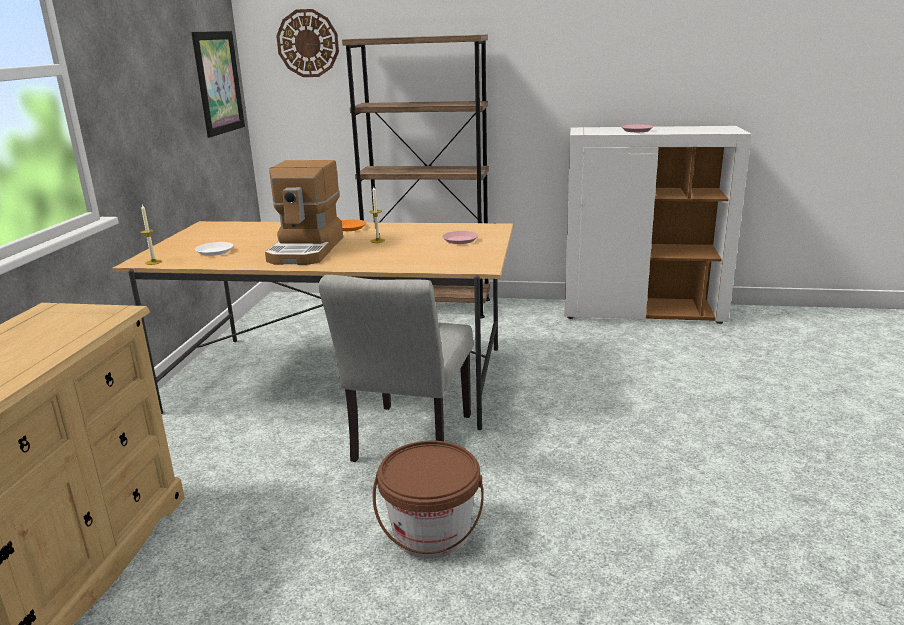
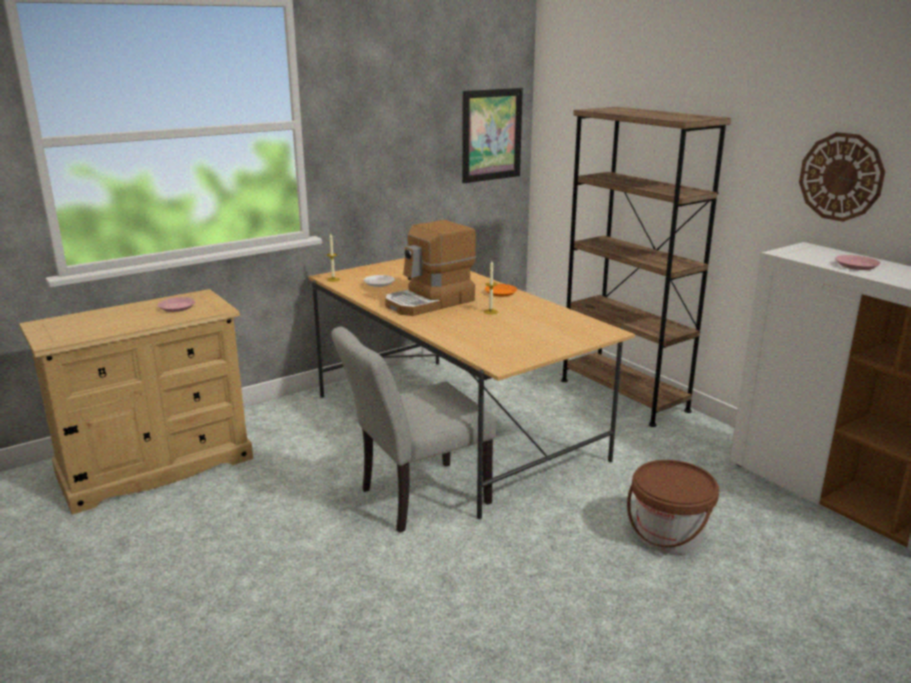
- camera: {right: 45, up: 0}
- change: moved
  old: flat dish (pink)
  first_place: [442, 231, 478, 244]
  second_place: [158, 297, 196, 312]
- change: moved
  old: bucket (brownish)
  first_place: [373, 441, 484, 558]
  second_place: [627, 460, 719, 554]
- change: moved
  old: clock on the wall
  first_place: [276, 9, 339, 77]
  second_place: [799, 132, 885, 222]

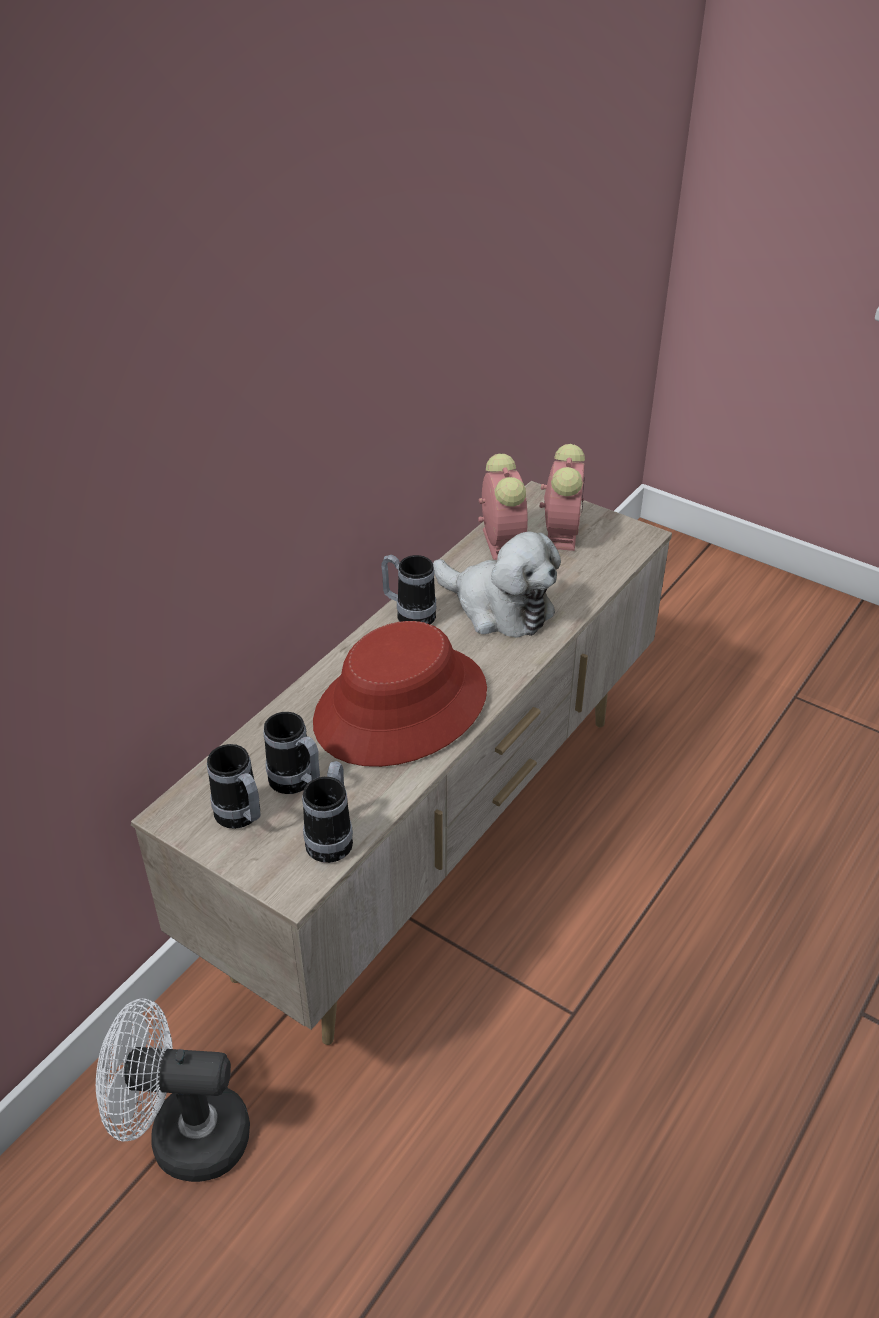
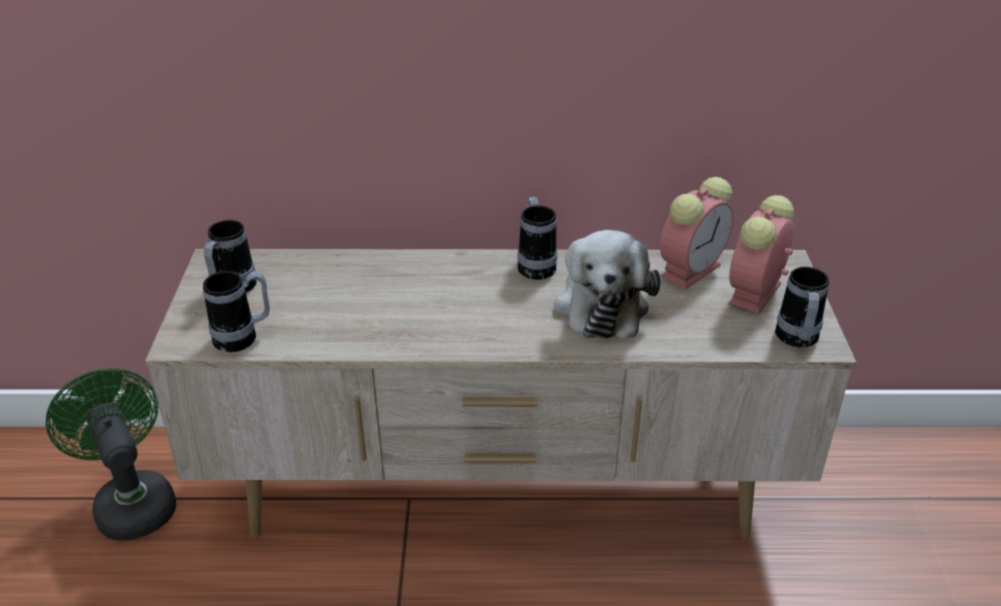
- camera: {right: 55, up: -5}
- change: recoloured
  old: electric fan (white)
  new: electric fan (greenish)
  first_place: [96, 998, 250, 1182]
  second_place: [46, 368, 176, 541]
- change: turned
  old: alarm clock
  first_place: [540, 444, 585, 551]
  second_place: [729, 195, 794, 314]
  degrees: 150
- change: moved
  old: coffee mug
  first_place: [264, 712, 320, 794]
  second_place: [775, 267, 829, 347]
- change: removed
  old: clothing hat (red)
  first_place: [313, 621, 487, 767]

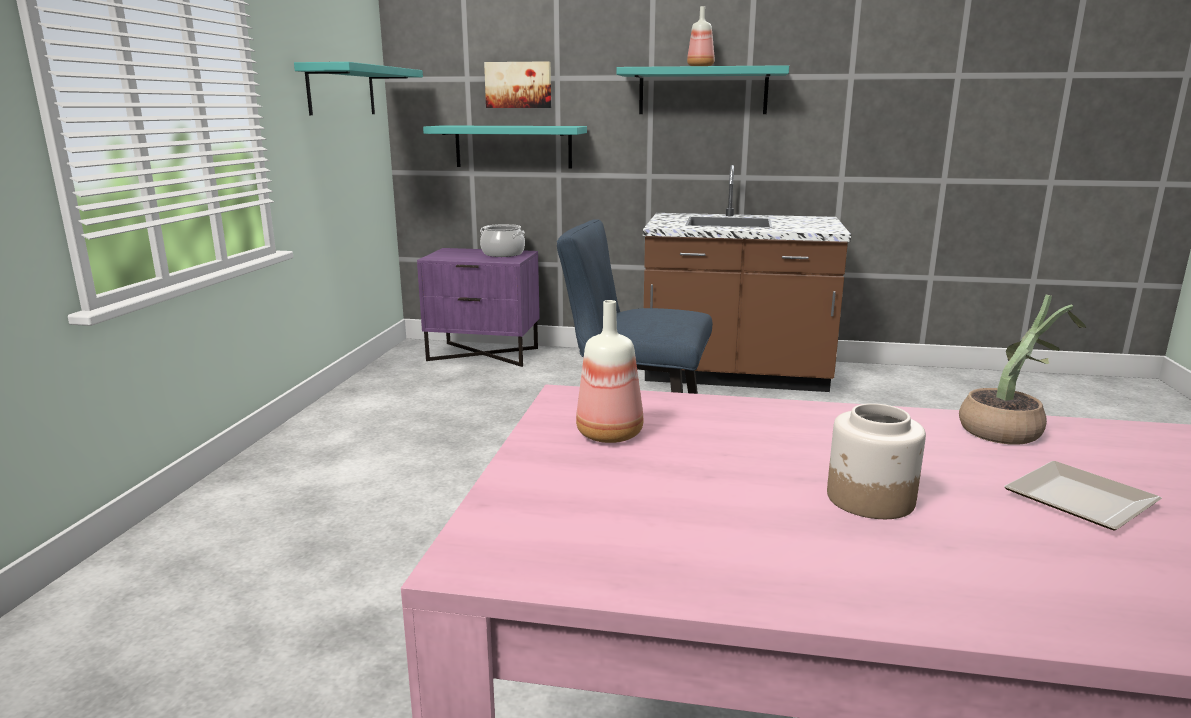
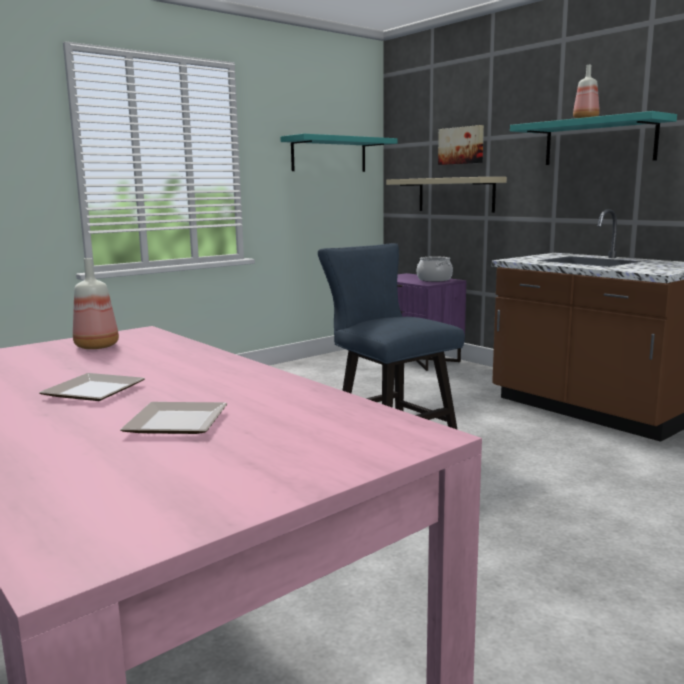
- camera: {right: 40, up: -5}
- change: replaced
  old: storage jar
  new: flat dish
  first_place: [827, 403, 926, 519]
  second_place: [39, 373, 145, 401]
- change: recoloured
  old: shelf (blue-green)
  new: shelf (beige)
  first_place: [423, 125, 587, 169]
  second_place: [386, 177, 507, 213]
- change: removed
  old: plant in a pot
  first_place: [959, 295, 1086, 445]

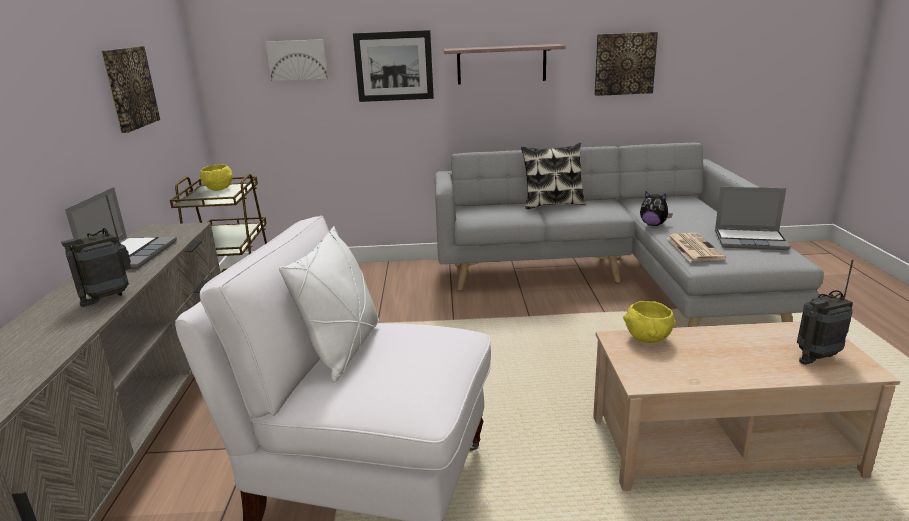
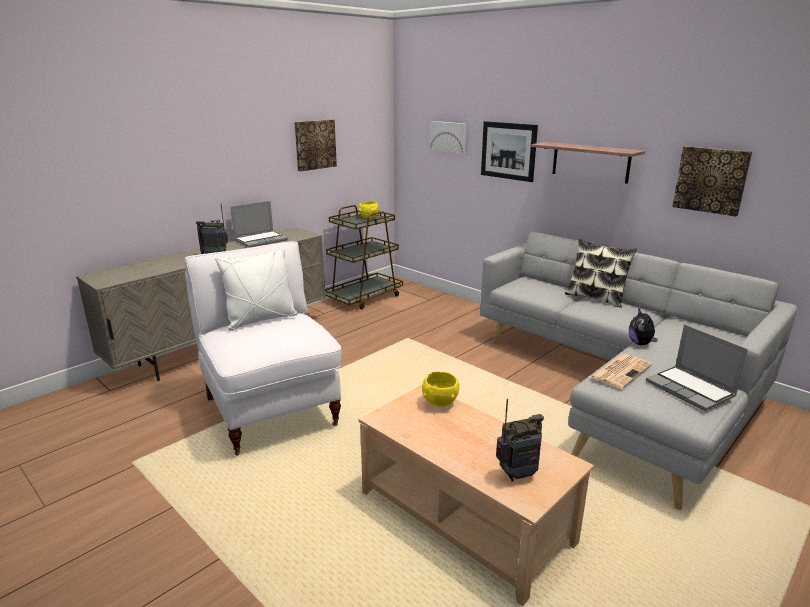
- camera: {right: 45, up: 0}
- change: turned
  old: radio
  first_place: [797, 260, 853, 365]
  second_place: [496, 399, 544, 482]
  degrees: 135

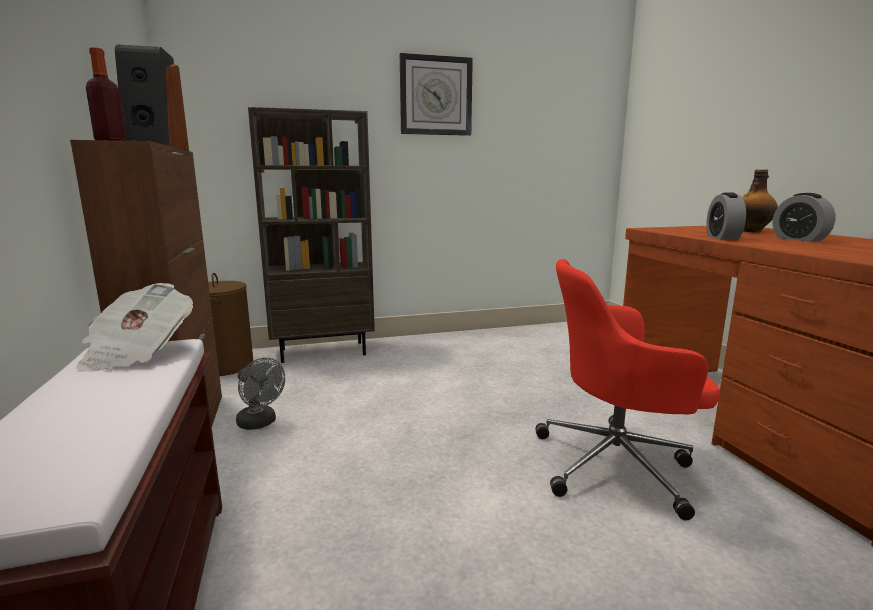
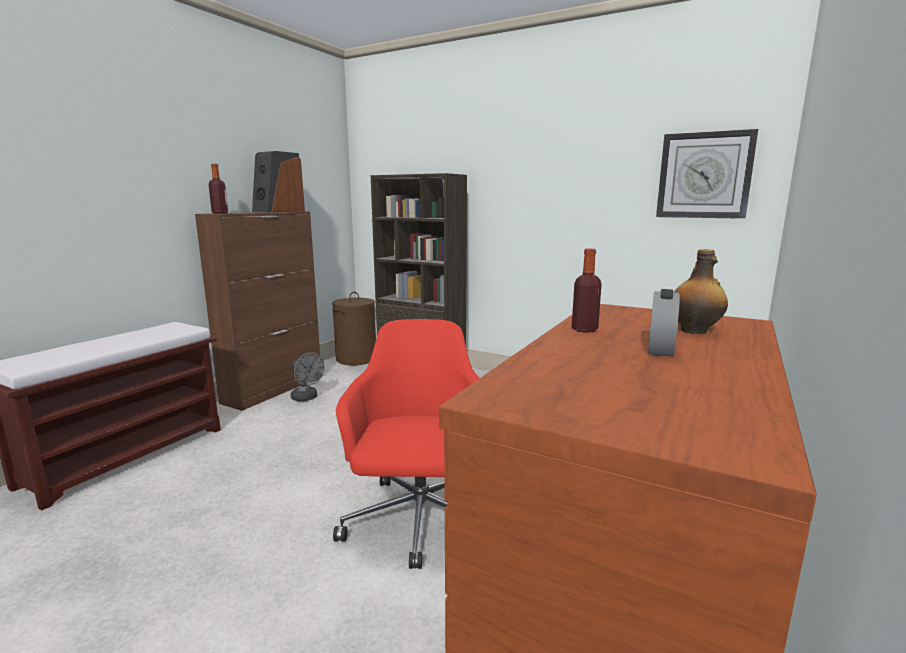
- camera: {right: 45, up: 0}
- change: turned
  old: electric fan (greyish)
  first_place: [236, 358, 285, 430]
  second_place: [291, 352, 324, 402]
  degrees: -45
- change: turned
  old: computer chair (red)
  first_place: [535, 259, 720, 521]
  second_place: [333, 319, 480, 569]
  degrees: 45
- change: replaced
  old: alarm clock
  new: drink bottle
  first_place: [706, 192, 746, 240]
  second_place: [572, 249, 602, 333]
- change: moved
  old: clock on the wall
  first_place: [400, 53, 473, 136]
  second_place: [656, 129, 758, 219]
- change: removed
  old: newspaper
  first_place: [76, 283, 193, 372]

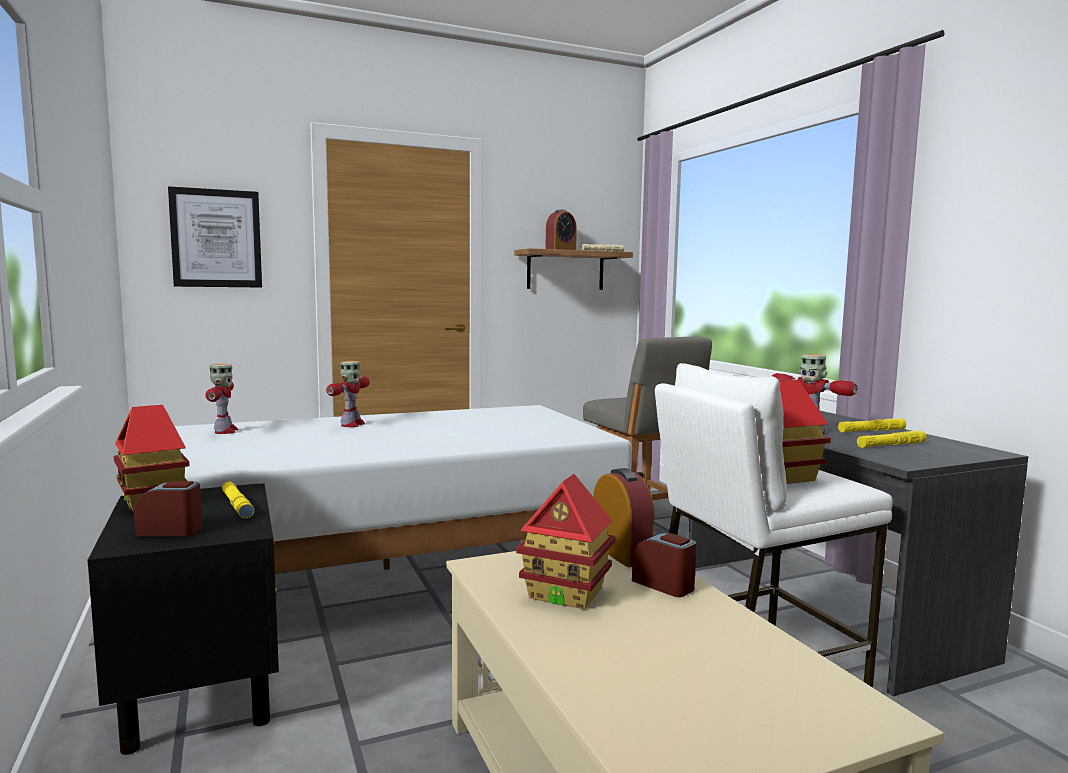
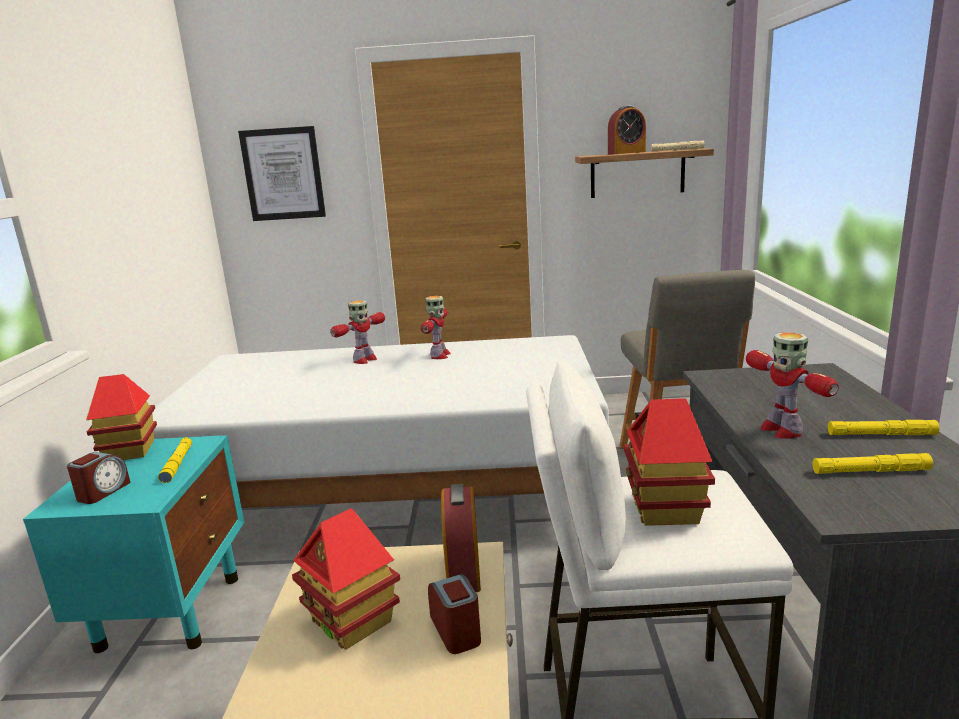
- camera: {right: 25, up: 10}
- change: recoloured
  old: bedside table (blackish)
  new: bedside table (blue-green)
  first_place: [87, 483, 279, 755]
  second_place: [23, 435, 244, 653]
- change: turned
  old: alarm clock
  first_place: [134, 481, 202, 536]
  second_place: [67, 452, 130, 504]
  degrees: 90
- change: moved
  old: model robot
  first_place: [205, 364, 238, 434]
  second_place: [421, 296, 451, 359]

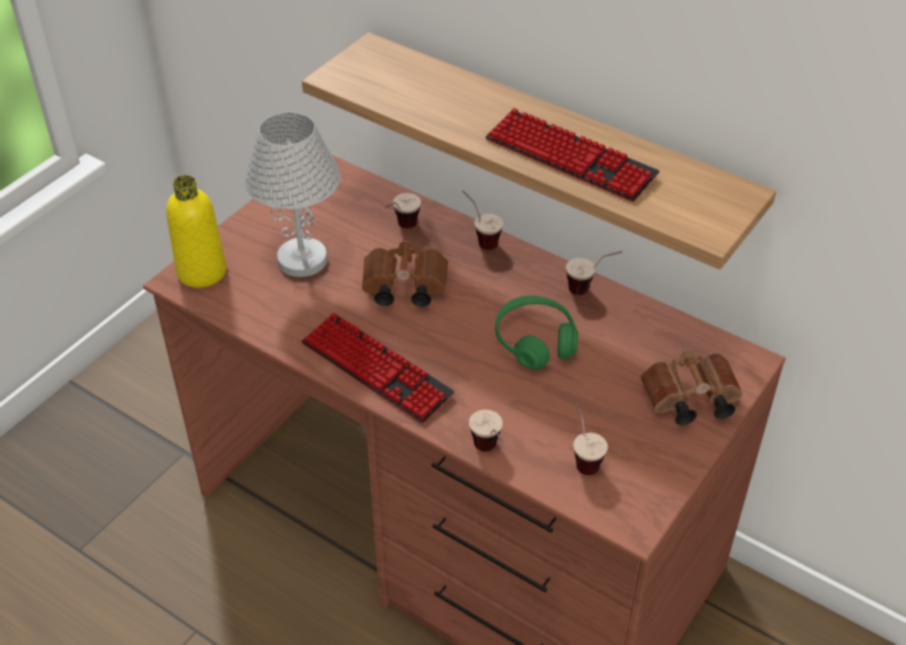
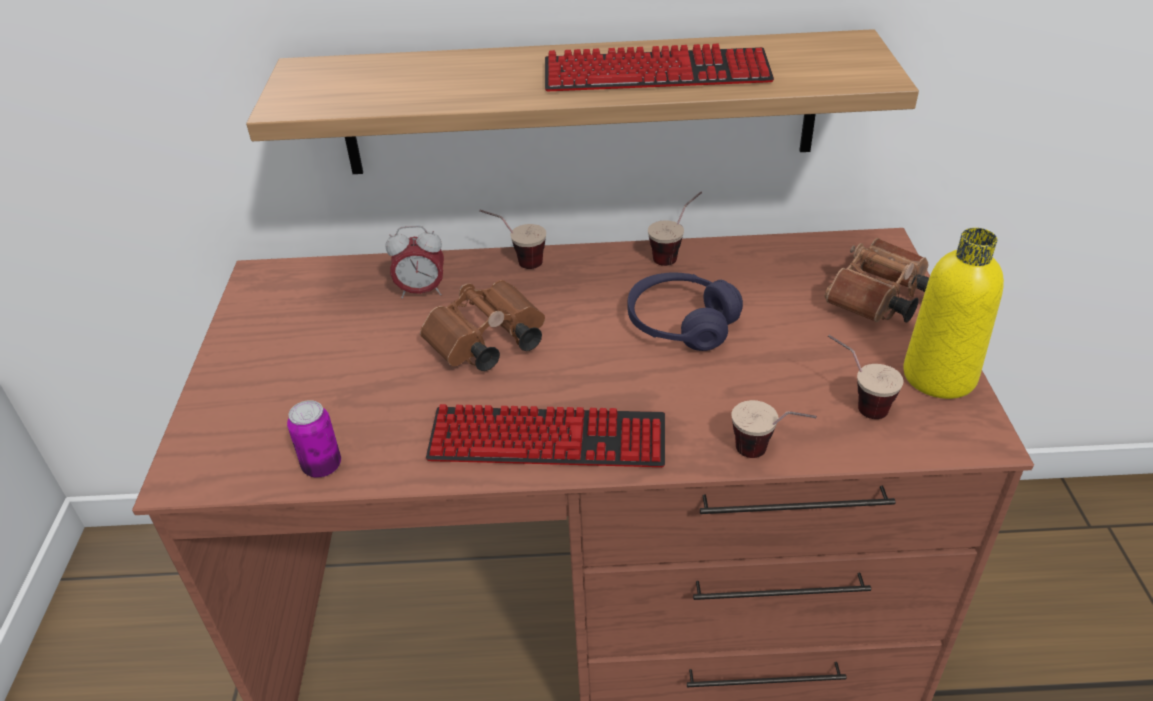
- camera: {right: -35, up: -5}
- change: added
  new: sealed can
  second_place: [287, 400, 341, 478]
- change: replaced
  old: cup
  new: alarm clock
  first_place: [385, 193, 421, 229]
  second_place: [386, 225, 444, 299]
- change: recoloured
  old: headphones (greenish)
  new: headphones (purple-coloured)
  first_place: [495, 296, 578, 370]
  second_place: [628, 273, 743, 351]
- change: moved
  old: drink bottle (yellow-coloured)
  first_place: [166, 175, 226, 288]
  second_place: [903, 228, 1004, 399]
- change: removed
  old: lamp for a table (white)
  first_place: [245, 112, 341, 277]

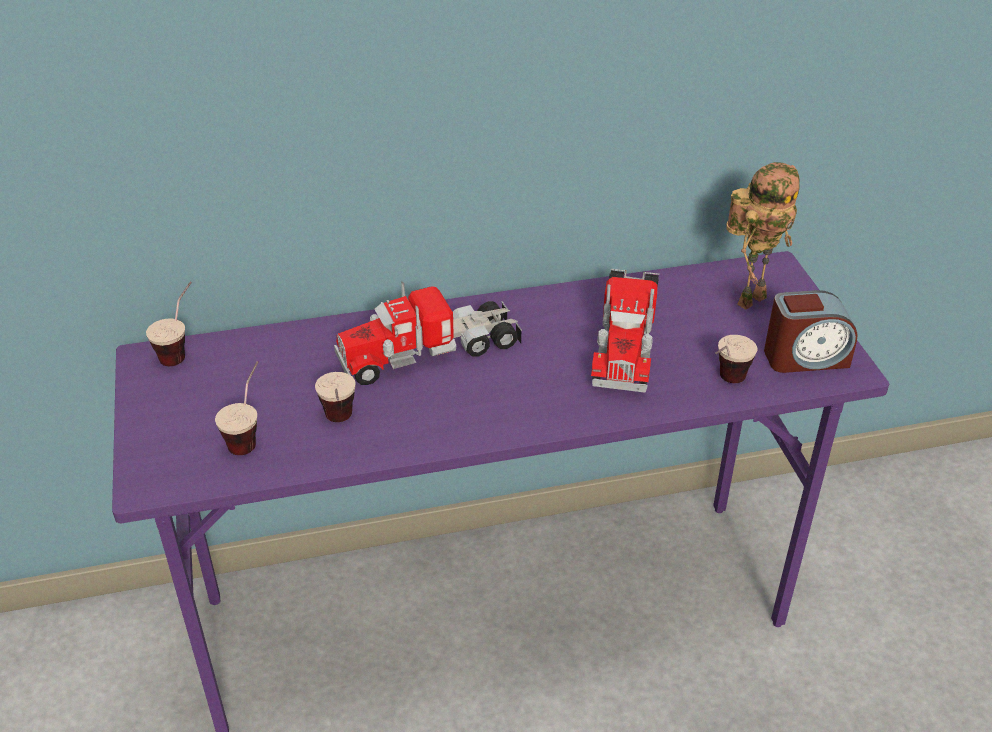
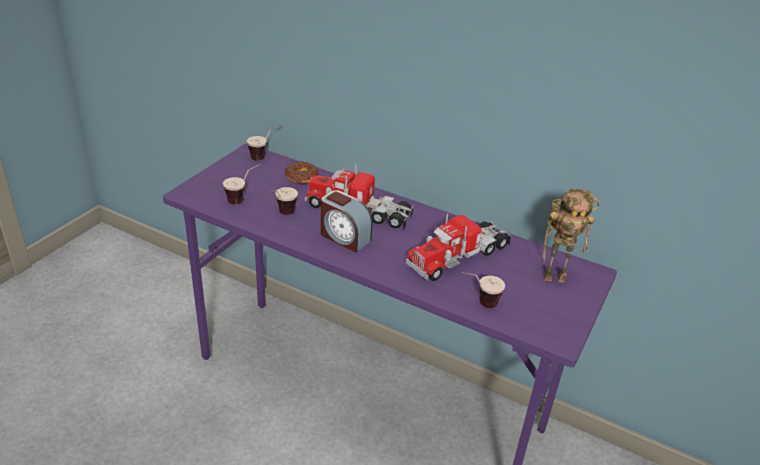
- camera: {right: 40, up: -5}
- change: added
  new: donut
  second_place: [285, 161, 319, 183]
- change: moved
  old: alarm clock
  first_place: [764, 290, 858, 373]
  second_place: [321, 190, 373, 252]

